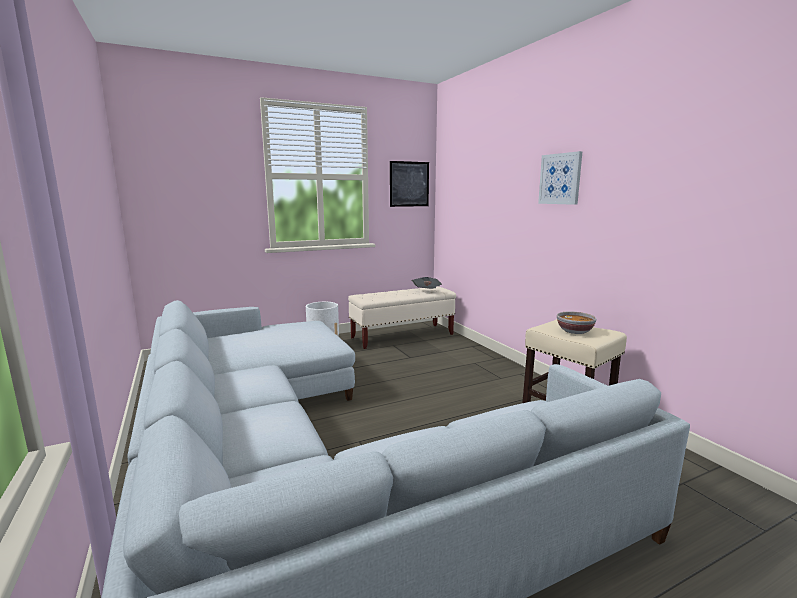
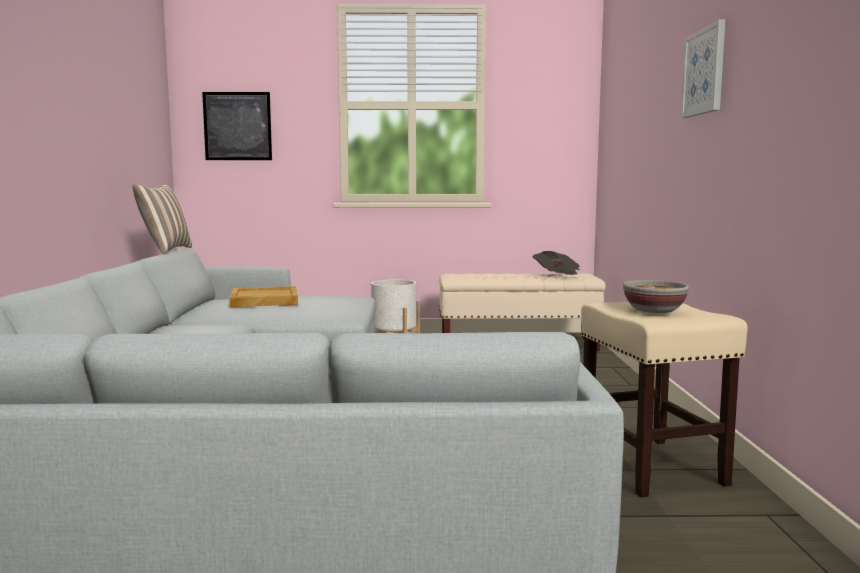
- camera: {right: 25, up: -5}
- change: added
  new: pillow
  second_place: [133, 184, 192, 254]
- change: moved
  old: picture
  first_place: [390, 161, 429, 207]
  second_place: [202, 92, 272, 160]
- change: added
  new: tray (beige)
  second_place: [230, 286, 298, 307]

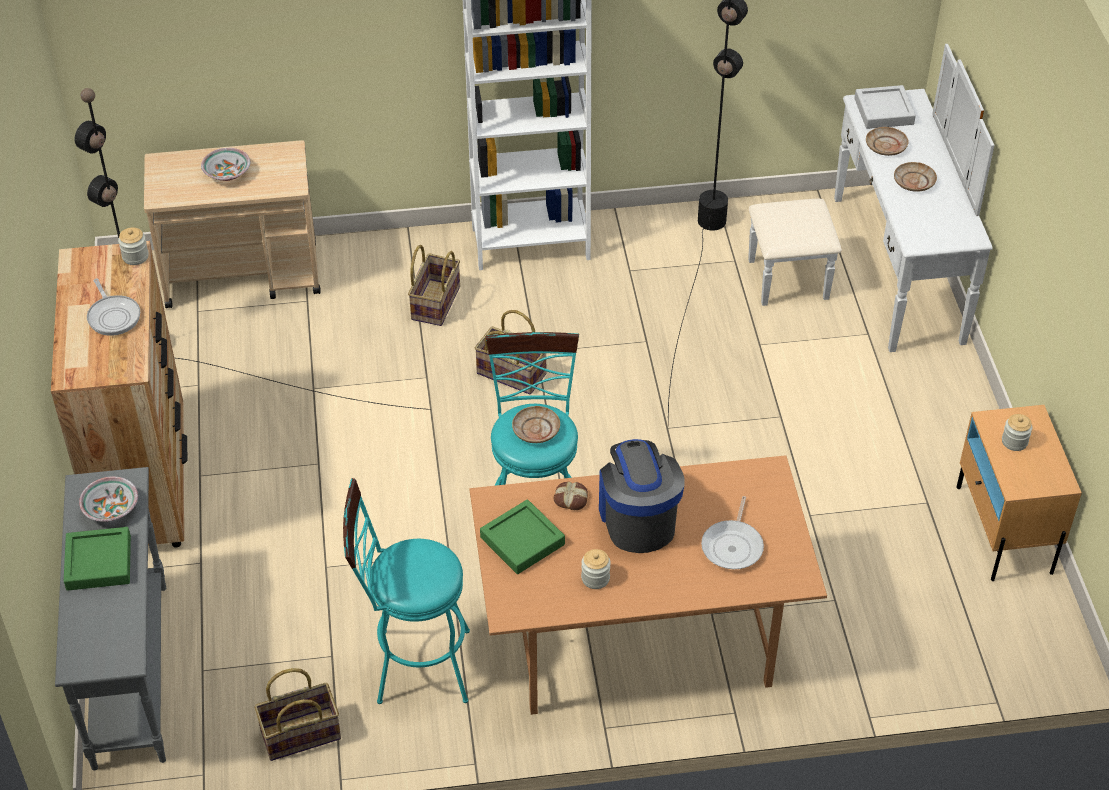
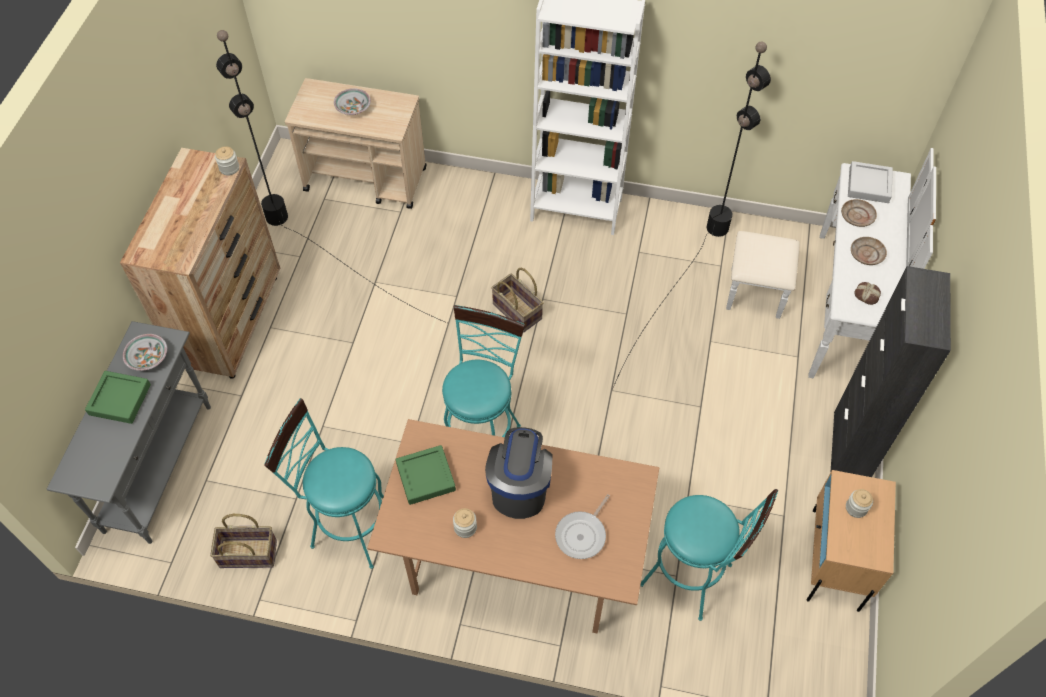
- camera: {right: 20, up: 10}
- change: added
  new: sitting stool (blue-green)
  second_place: [640, 489, 778, 621]
- change: added
  new: cupboard (blackish)
  second_place: [830, 266, 951, 477]
- change: moved
  old: baked bread
  first_place: [554, 482, 588, 510]
  second_place: [854, 282, 881, 305]
- change: removed
  old: skillet
  first_place: [87, 278, 140, 336]
- change: removed
  old: basket
  first_place: [408, 245, 460, 326]
- change: removed
  old: flat dish (beige)
  first_place: [512, 406, 560, 443]

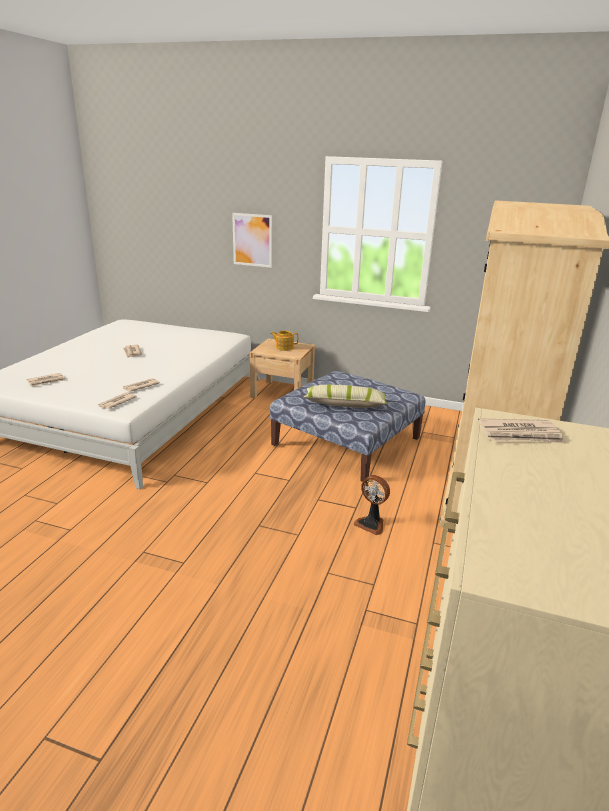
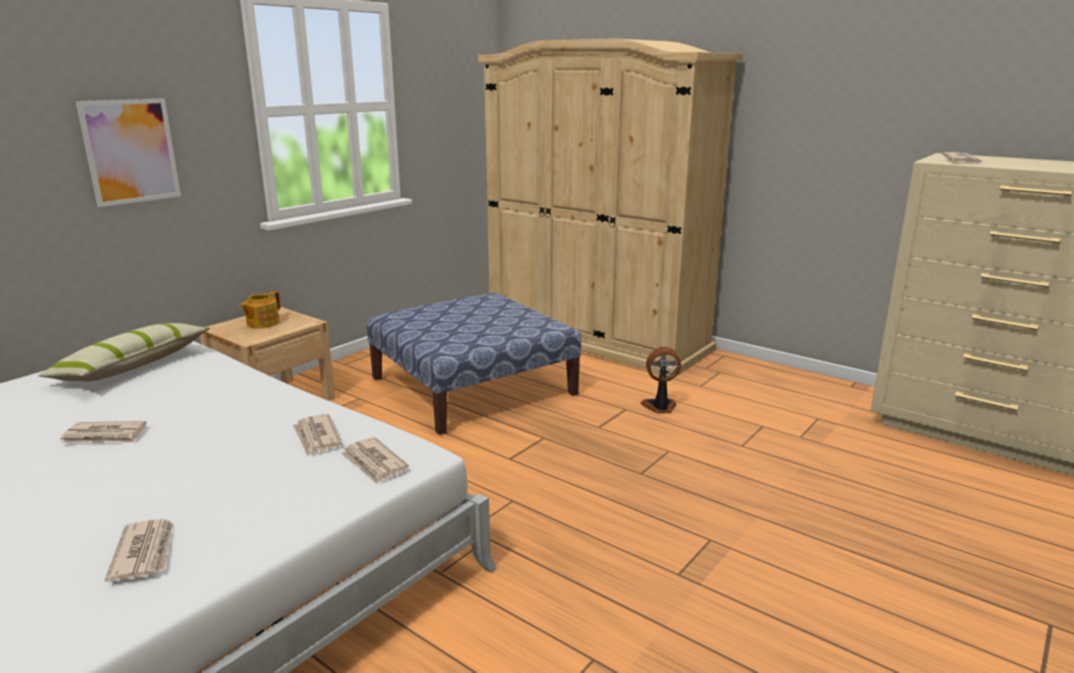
- camera: {right: -70, up: -5}
- change: moved
  old: pillow
  first_place: [303, 385, 388, 408]
  second_place: [38, 323, 210, 382]
- change: turned
  old: electric fan
  first_place: [353, 475, 390, 535]
  second_place: [640, 347, 681, 413]
  degrees: -150

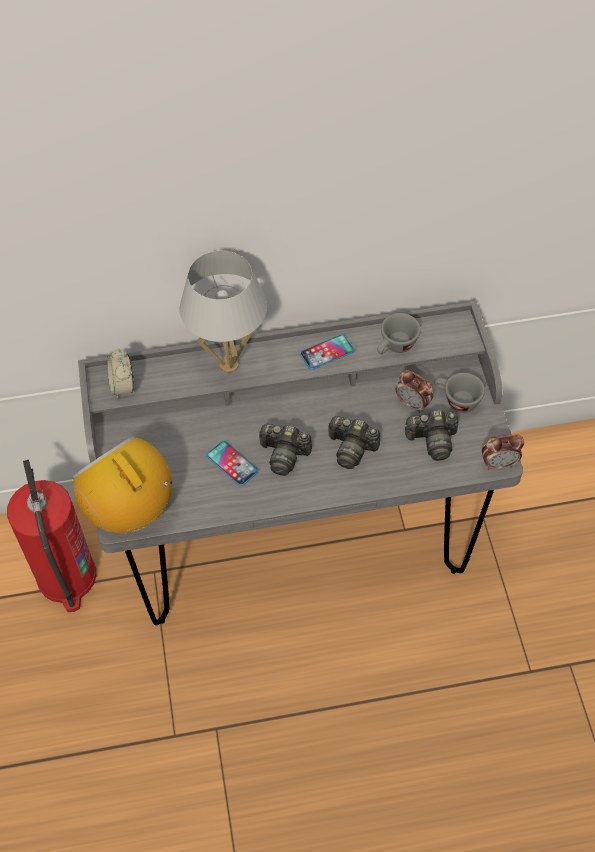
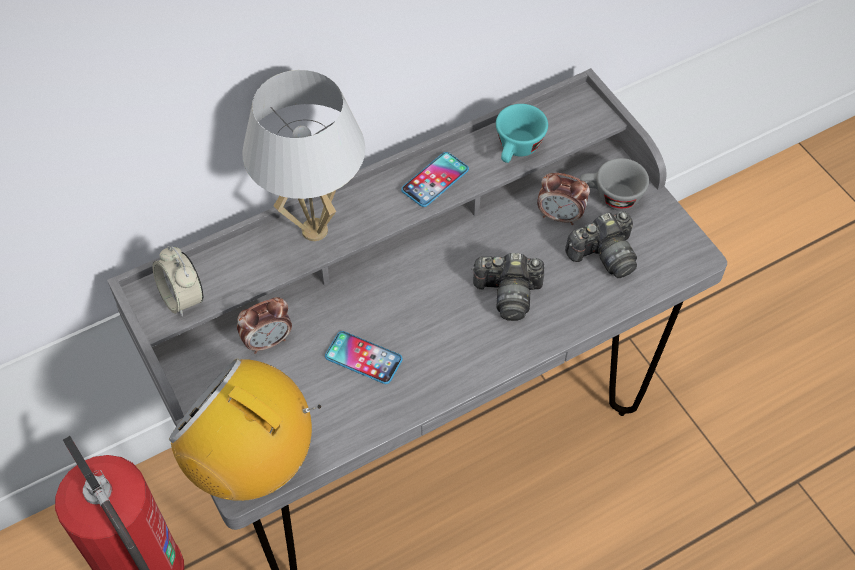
- camera: {right: -20, up: 0}
- change: moved
  old: alarm clock
  first_place: [482, 434, 524, 470]
  second_place: [237, 297, 292, 354]
- change: recoloured
  old: cup (greyish)
  new: cup (blue-green)
  first_place: [377, 313, 421, 354]
  second_place: [496, 104, 548, 163]
- change: removed
  old: photo camera
  first_place: [258, 424, 312, 476]

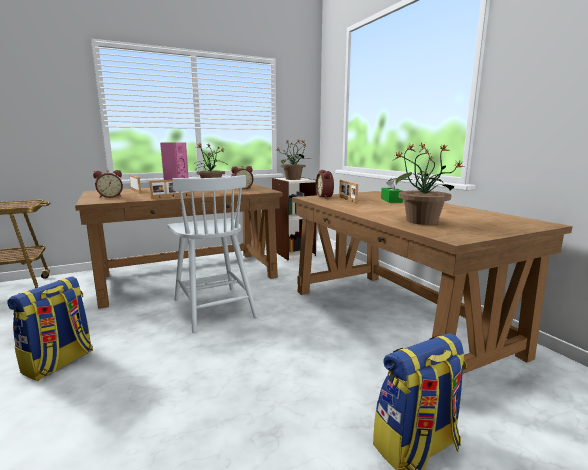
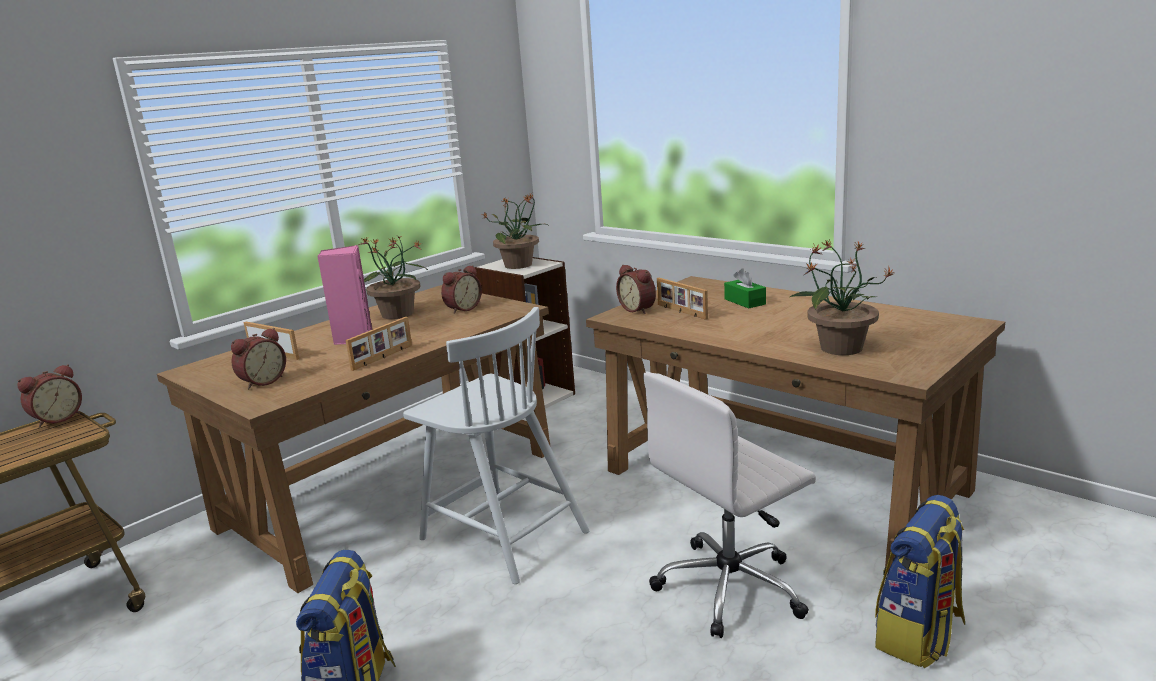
- camera: {right: -20, up: 5}
- change: added
  new: alarm clock
  second_place: [17, 364, 82, 428]
- change: added
  new: computer chair (white)
  second_place: [643, 373, 816, 638]

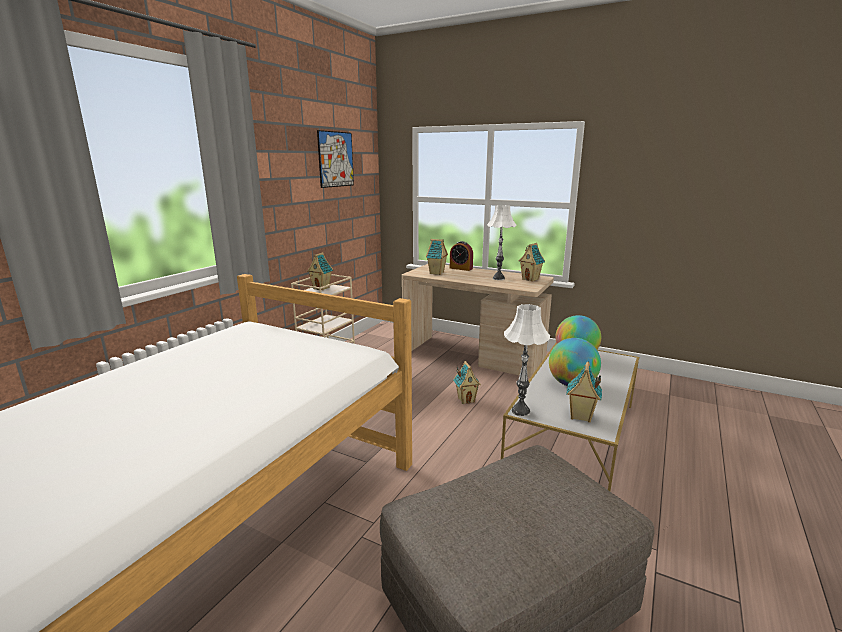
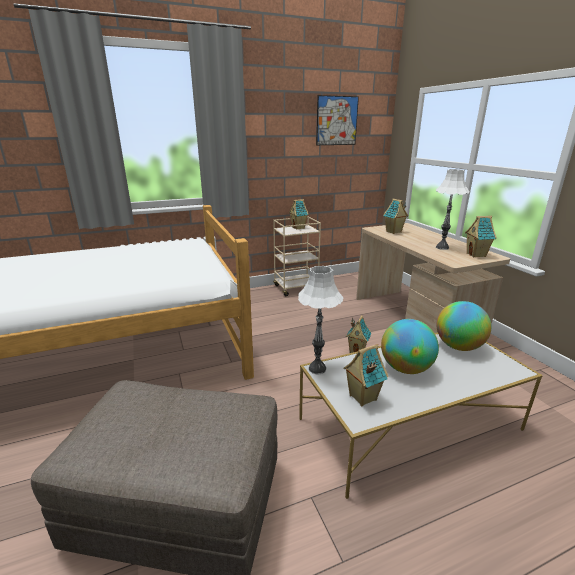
- camera: {right: 40, up: 5}
- change: removed
  old: alarm clock
  first_place: [450, 241, 473, 271]

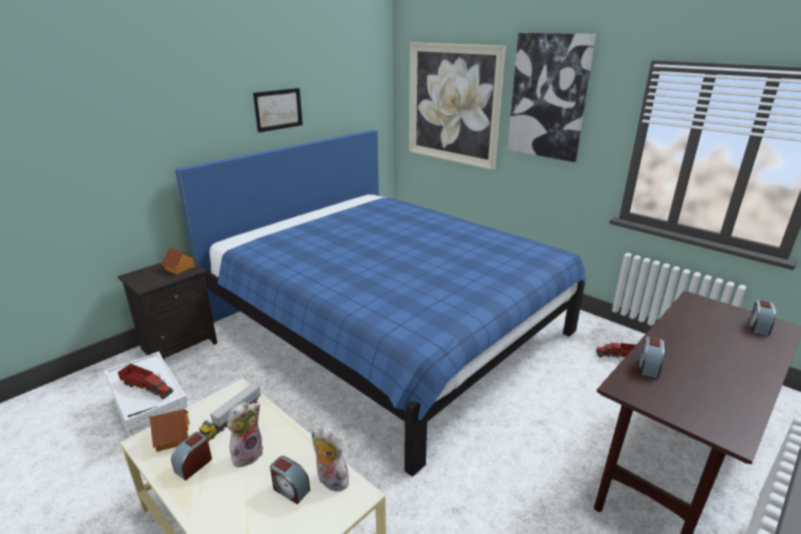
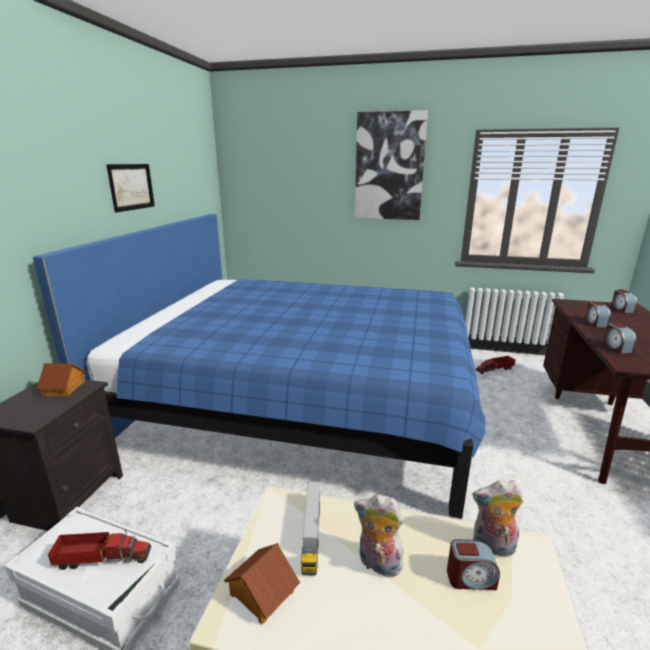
- camera: {right: -30, up: -5}
- change: turned
  old: soft toy
  first_place: [227, 402, 263, 467]
  second_place: [354, 494, 406, 577]
  degrees: -75
- change: moved
  old: alarm clock
  first_place: [171, 432, 212, 481]
  second_place: [585, 301, 611, 327]
- change: removed
  old: picture
  first_place: [409, 42, 506, 170]

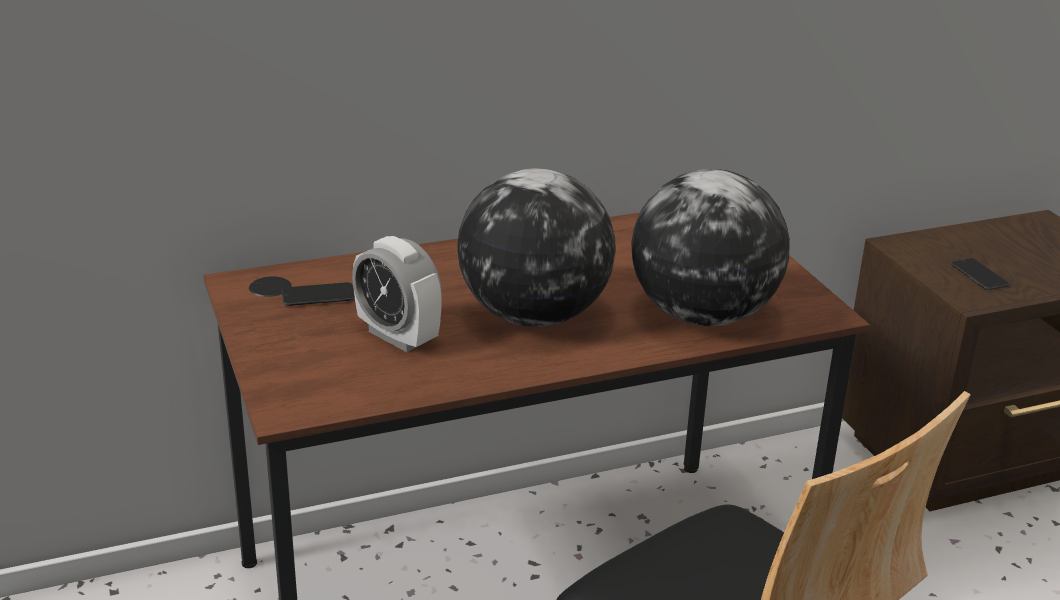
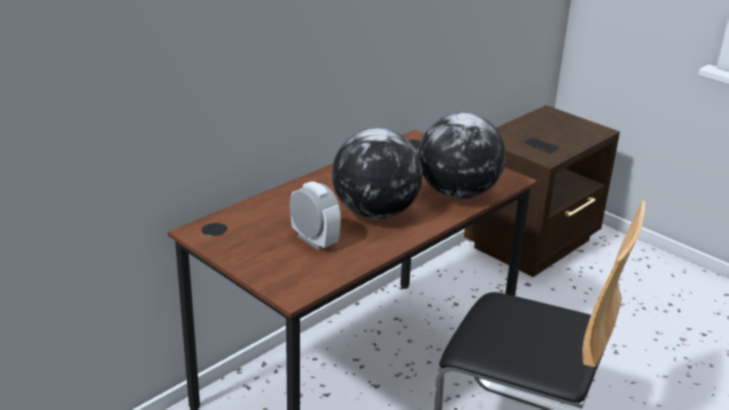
- camera: {right: -25, up: 0}
- change: turned
  old: alarm clock
  first_place: [352, 236, 442, 352]
  second_place: [289, 181, 341, 250]
  degrees: -150
- change: removed
  old: handset
  first_place: [282, 282, 355, 306]

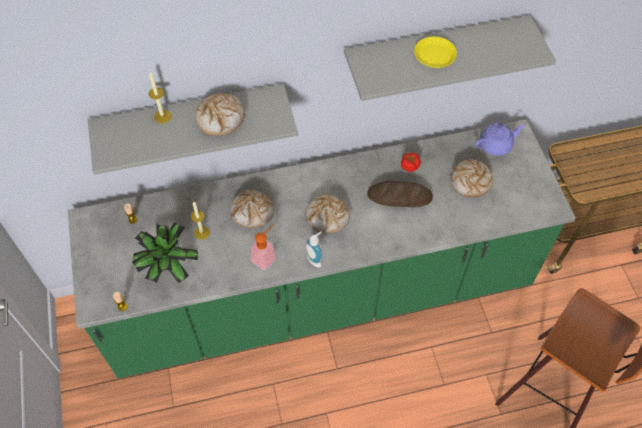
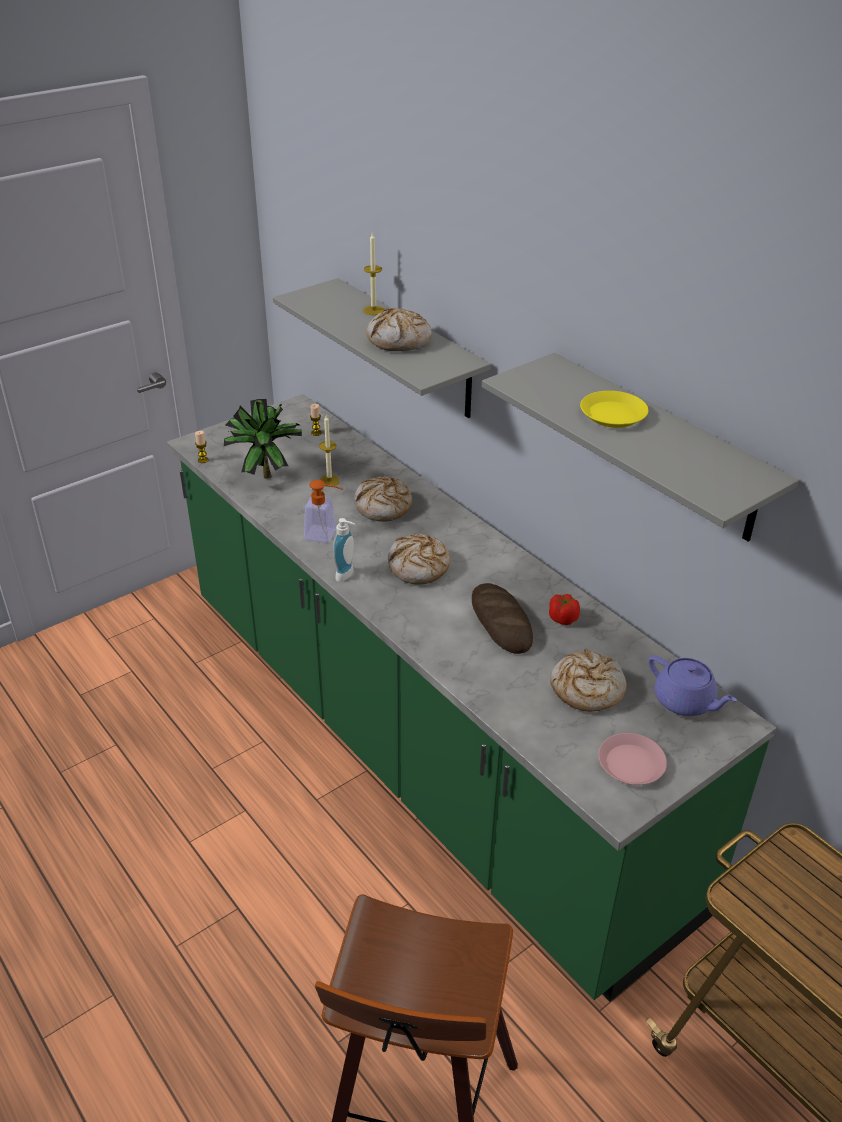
- camera: {right: 65, up: -20}
- change: added
  new: flat dish (pink)
  second_place: [598, 733, 667, 785]

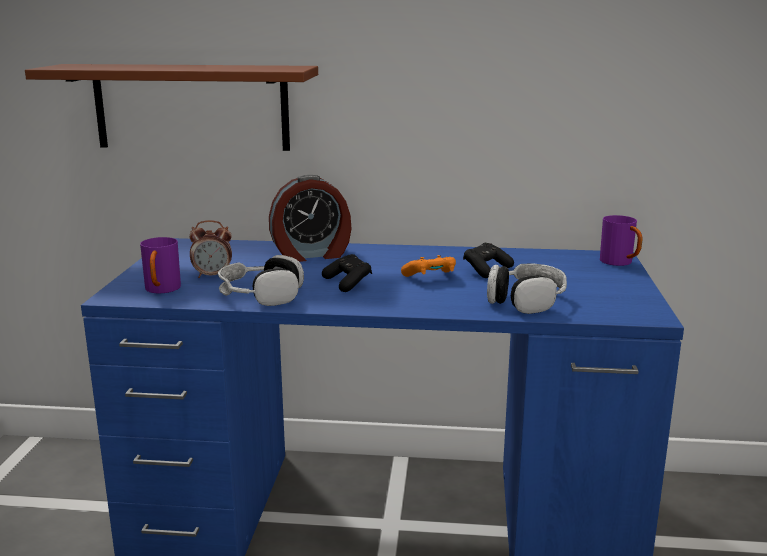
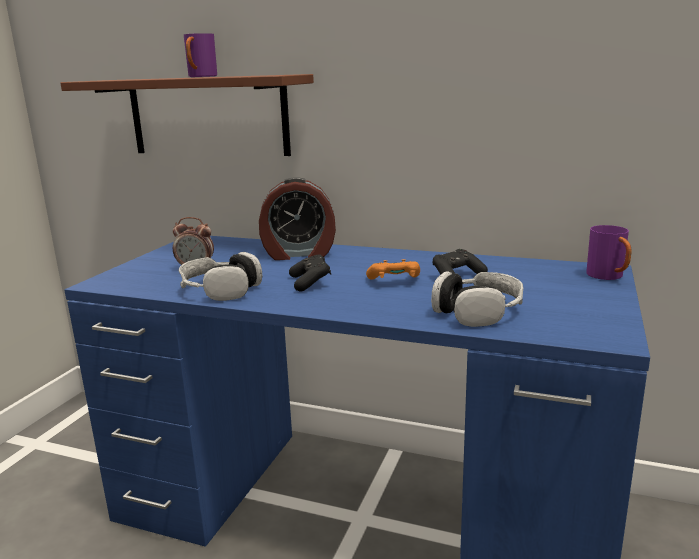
- camera: {right: 15, up: 0}
- change: moved
  old: coffee mug (purple-coloured)
  first_place: [140, 237, 181, 293]
  second_place: [184, 33, 217, 77]

